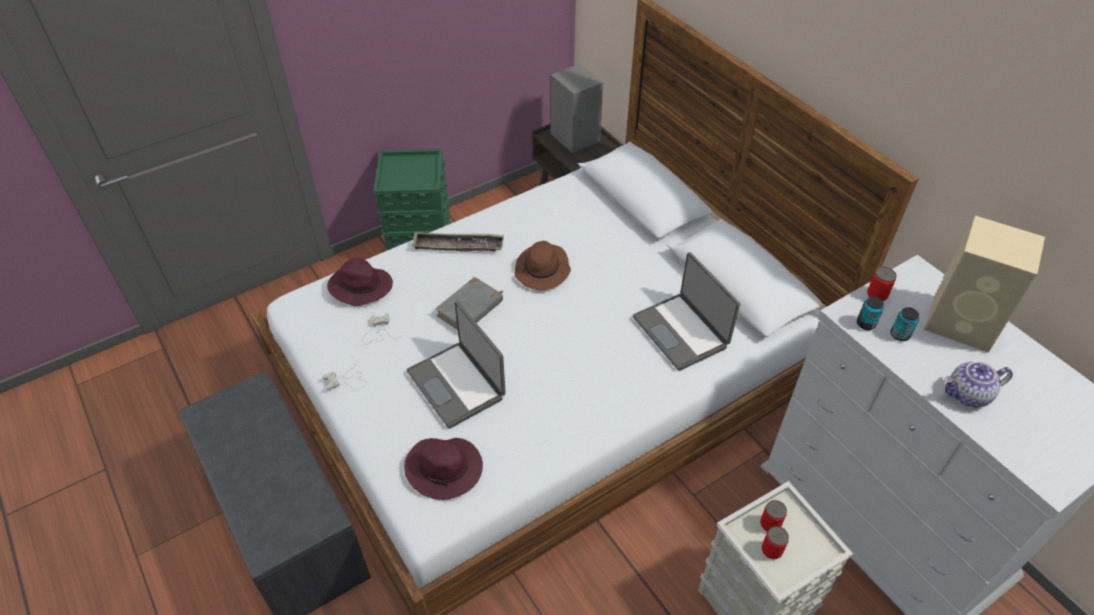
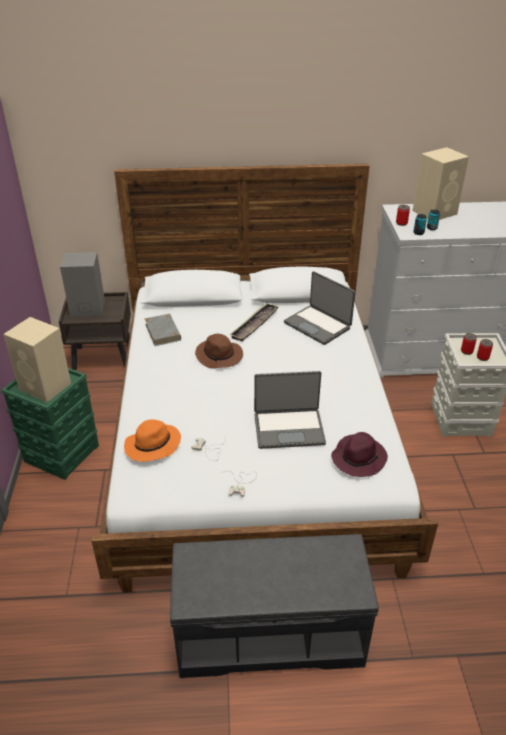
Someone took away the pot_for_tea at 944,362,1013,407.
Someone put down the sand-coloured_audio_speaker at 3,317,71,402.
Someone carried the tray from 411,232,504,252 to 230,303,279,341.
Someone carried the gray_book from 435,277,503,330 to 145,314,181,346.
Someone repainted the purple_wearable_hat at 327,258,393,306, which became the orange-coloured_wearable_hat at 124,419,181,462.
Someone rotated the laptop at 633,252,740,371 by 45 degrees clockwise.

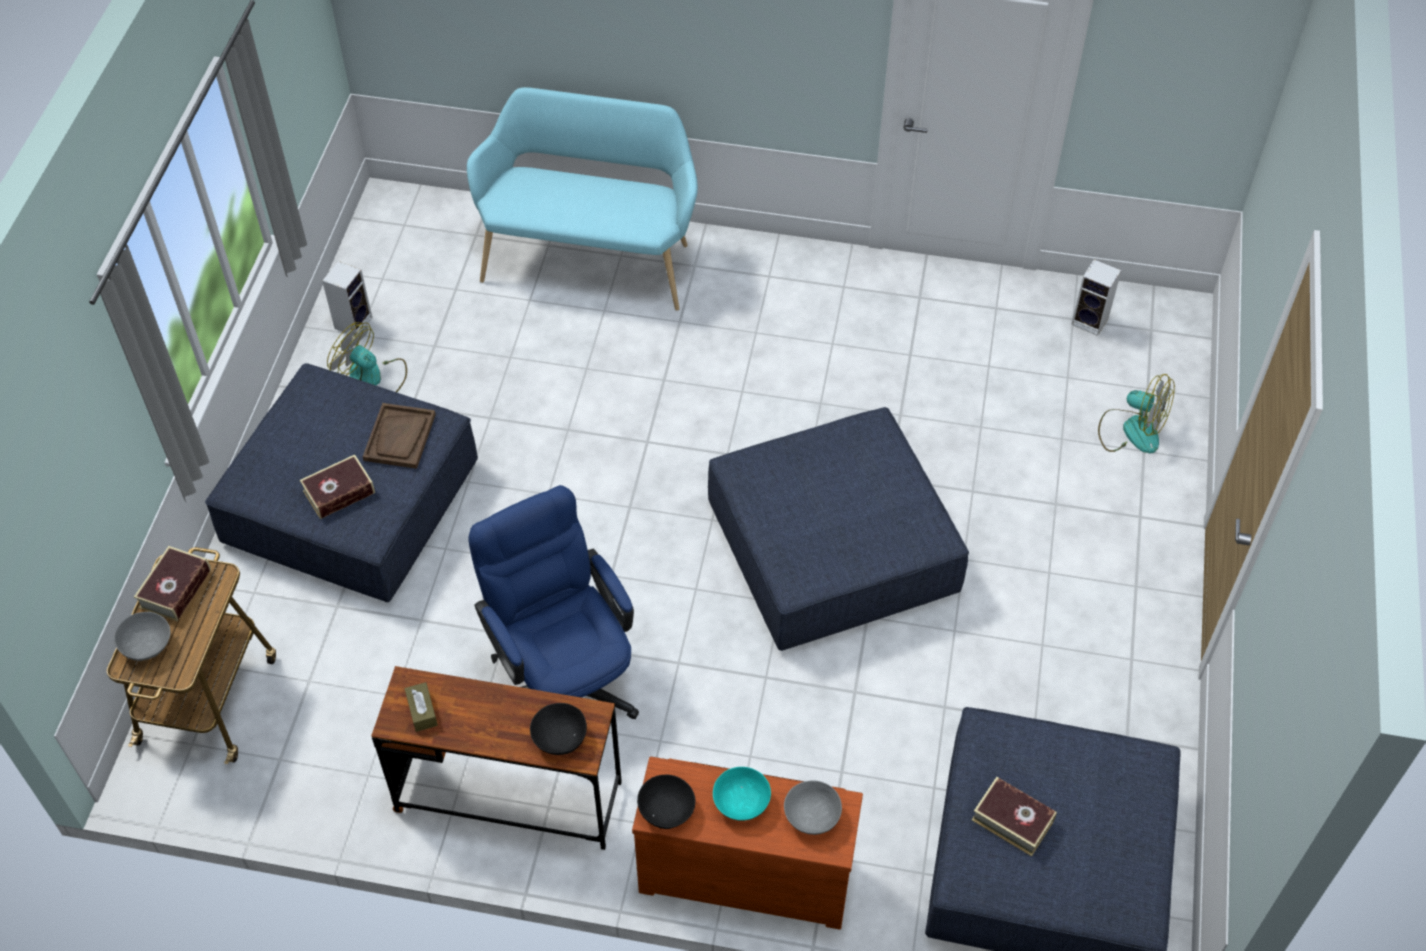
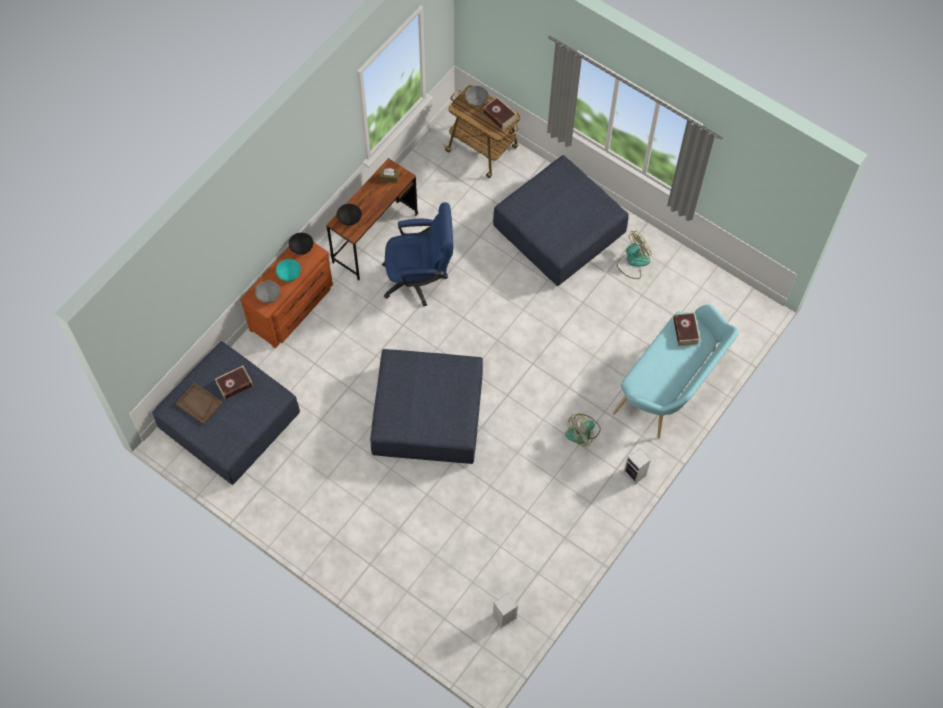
Someone carried the book from 300,455,375,519 to 673,312,700,346.
Someone carried the audio_speaker from 322,261,372,336 to 623,448,651,485.
Someone carried the brown_tray from 363,403,436,469 to 175,382,223,425.
Someone carried the electric_fan from 1098,374,1175,453 to 565,414,601,446.

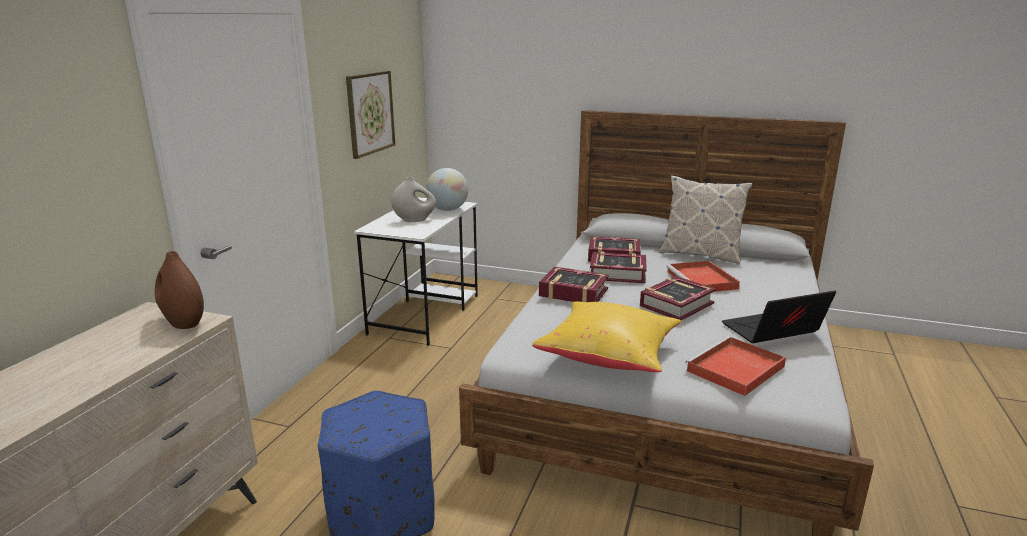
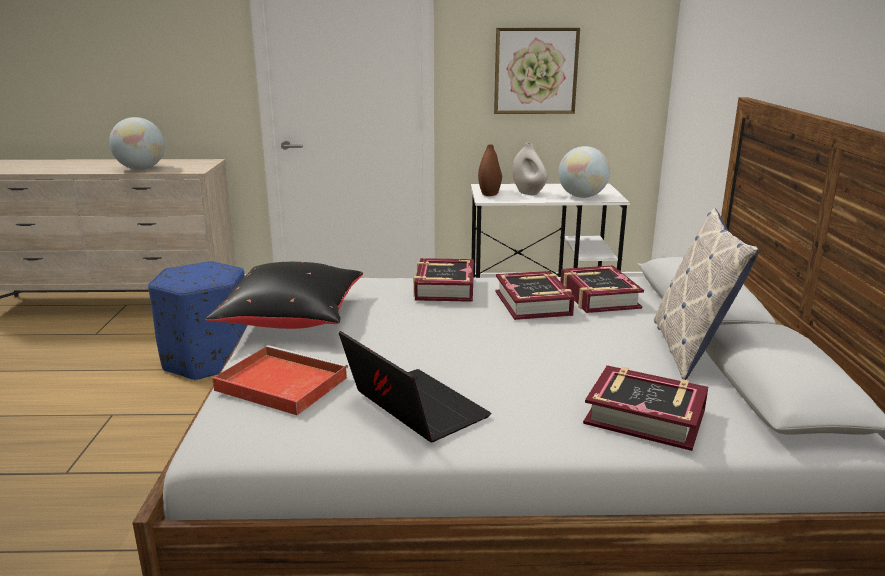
Someone took away the reddish_tray at 666,261,740,292.
Someone put down the desk_globe at 109,117,165,170.
Someone carried the brown_flower_vase from 155,251,204,329 to 478,145,502,196.
Someone carried the book from 640,276,716,320 to 583,365,708,451.
Someone repainted the yellow-coloured_pillow at 532,302,682,372, which became the black-coloured_pillow at 206,262,363,329.

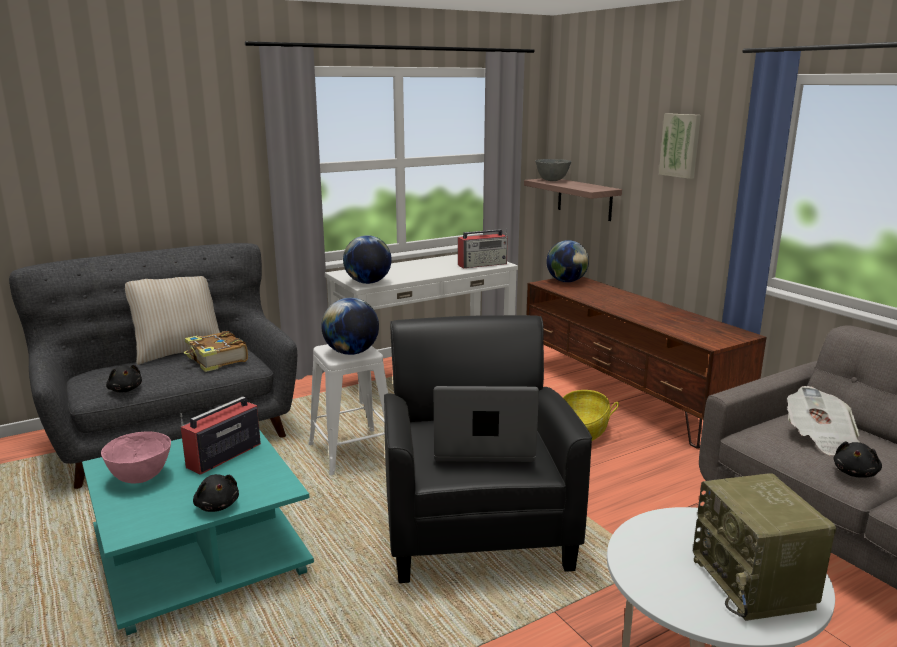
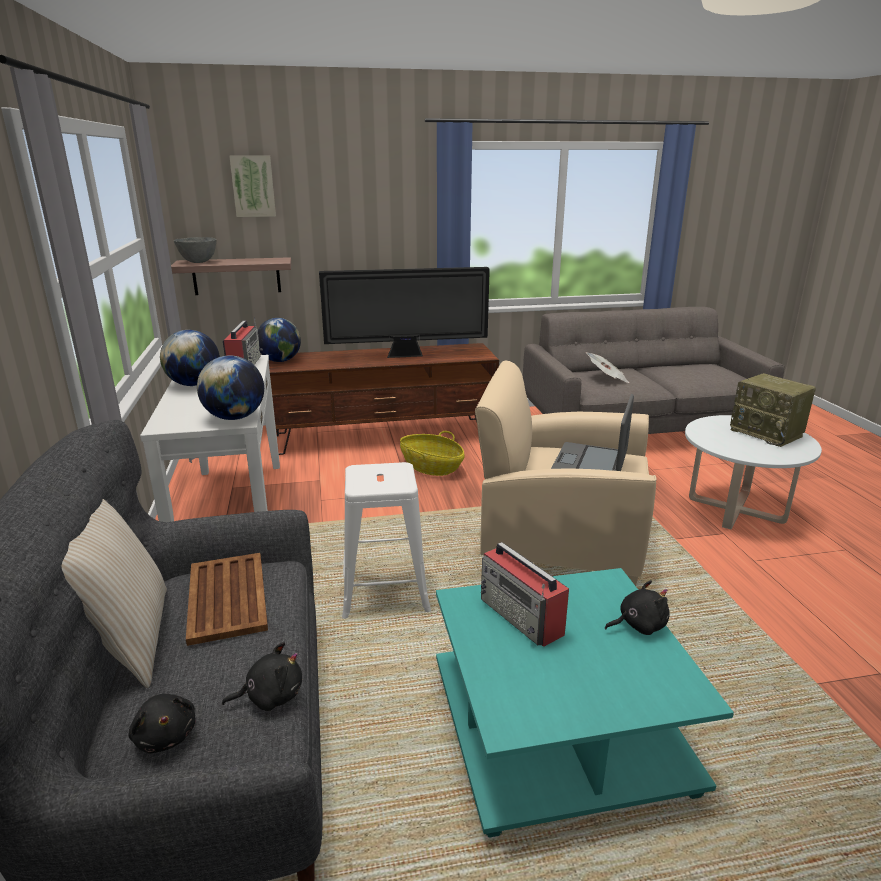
Someone took away the pinkish_serving_bowl at 101,431,171,484.
Someone put down the TV_set at 319,267,490,358.
Someone carried the desk_globe from 321,298,379,355 to 160,330,220,386.
Someone carried the wall_picture from 659,113,701,179 to 229,155,276,217.
Someone carried the black-coloured_cuddly_toy from 834,441,882,478 to 129,694,195,753.
Someone swapped the book at 184,331,248,372 for the brown_tray at 186,553,268,646.
Someone repainted the black-coloured_armchair at 384,315,592,583, which became the sand-coloured_armchair at 475,361,657,586.
Someone rotated the radio_set at 693,474,836,621 by 45 degrees clockwise.

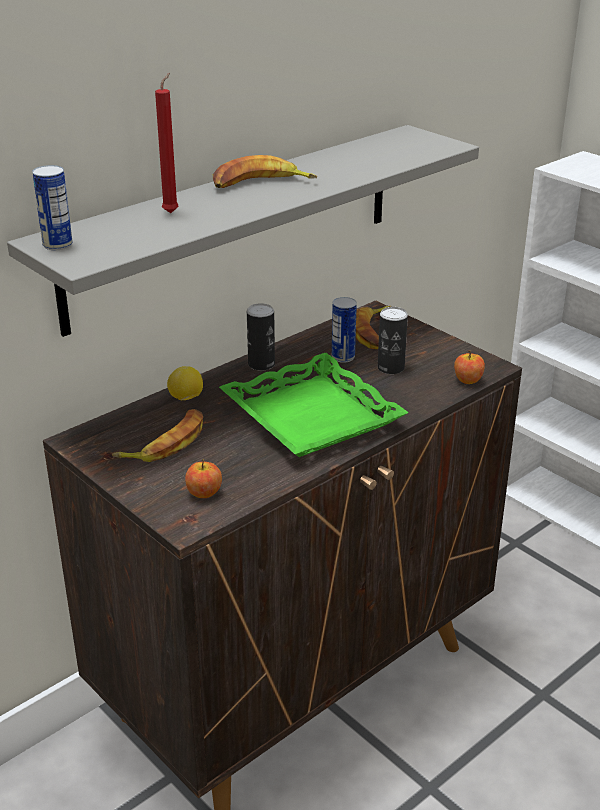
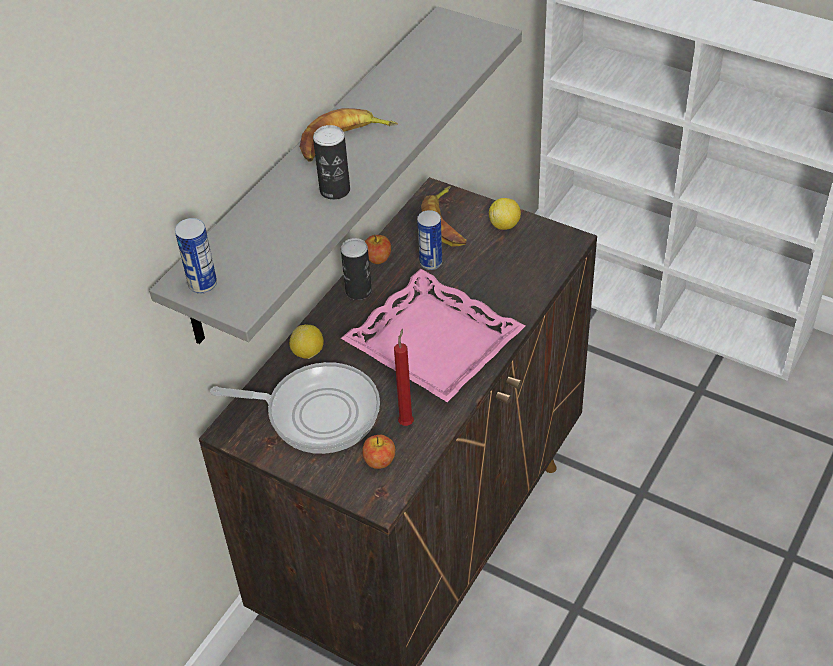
Someone put down the whole_lemon at 489,198,521,230.
Someone carried the reddish_wax_light from 155,73,179,213 to 394,328,414,426.
Someone carried the metal_can from 378,307,408,374 to 313,125,350,200.
Someone carried the apple from 454,350,485,384 to 364,234,391,264.
Someone swapped the banana at 112,409,203,462 for the skillet at 210,362,380,454.
Someone repainted the greenish_tray at 219,353,409,457, which became the pinkish_tray at 341,269,525,402.

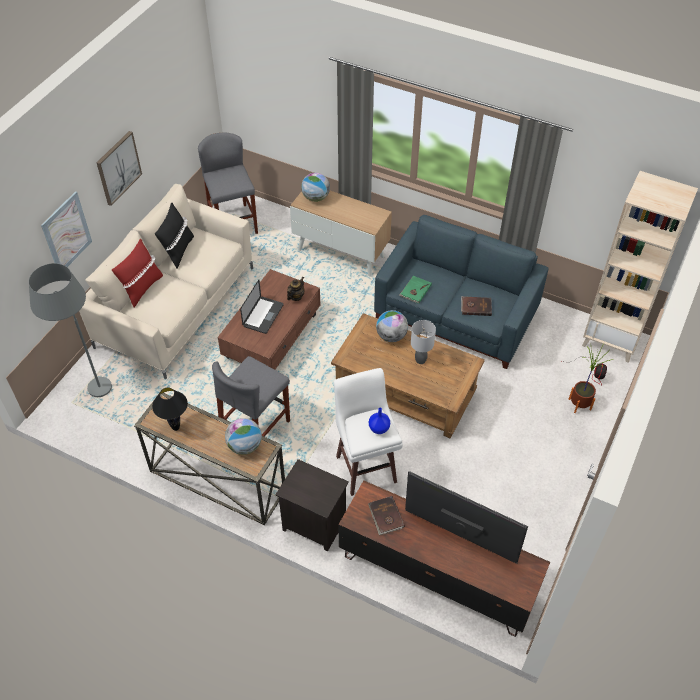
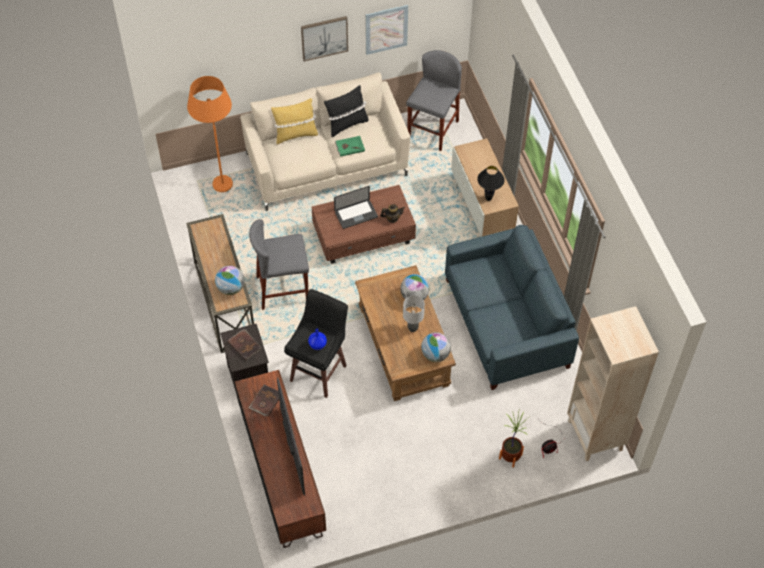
Someone carried the wall_picture from 41,191,92,267 to 365,5,408,55.
Someone carried the black-coloured_table_lamp from 152,388,188,431 to 477,166,505,201.
Someone carried the desk_globe from 301,173,330,202 to 421,332,451,362.
Someone carried the greenish_book from 399,276,432,304 to 335,136,365,157.
Someone carried the brown_book from 461,296,492,316 to 228,329,261,361.
Someone repainted the gray_standard_lamp at 29,263,112,397, which became the orange-coloured_standard_lamp at 187,76,233,192.
Someone repainted the reddish_pillow at 112,239,163,307, which became the yellow-coloured_pillow at 271,98,318,144.
Someone repainted the white_stool at 334,368,403,496, which became the black-coloured_stool at 284,289,348,398.

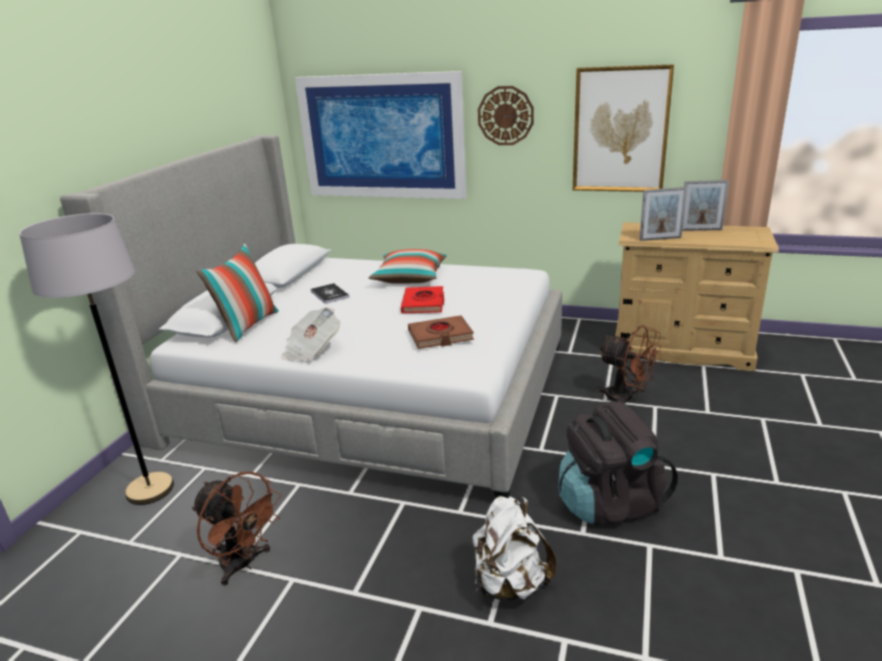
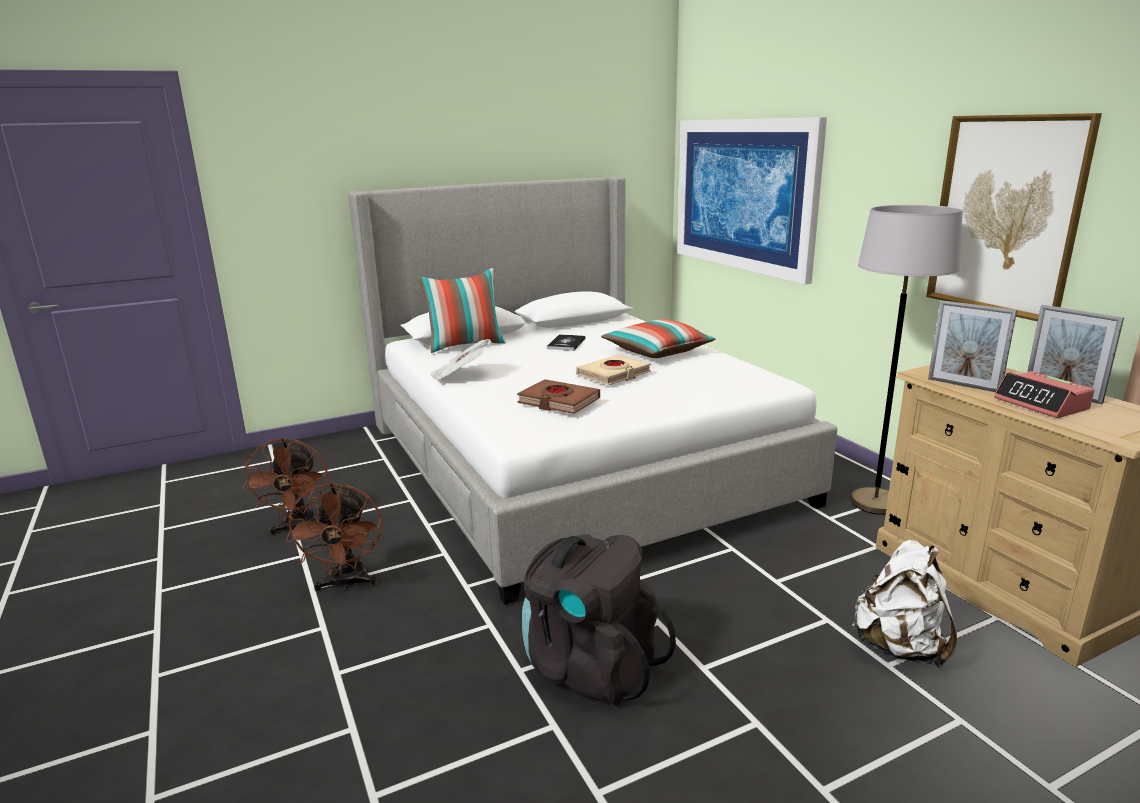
Someone took away the hanging_clock at 478,86,534,145.
Someone put down the alarm_clock at 994,371,1094,418.
Someone carried the gray_standard_lamp from 19,213,174,505 to 850,205,963,515.
Someone carried the white_rucksack from 472,496,557,601 to 852,540,957,668.
Someone carried the brown_electric_fan from 596,325,662,404 to 286,483,382,591.
Someone repainted the reddish_book at 401,286,444,314, which became the sand-coloured_book at 576,355,651,385.

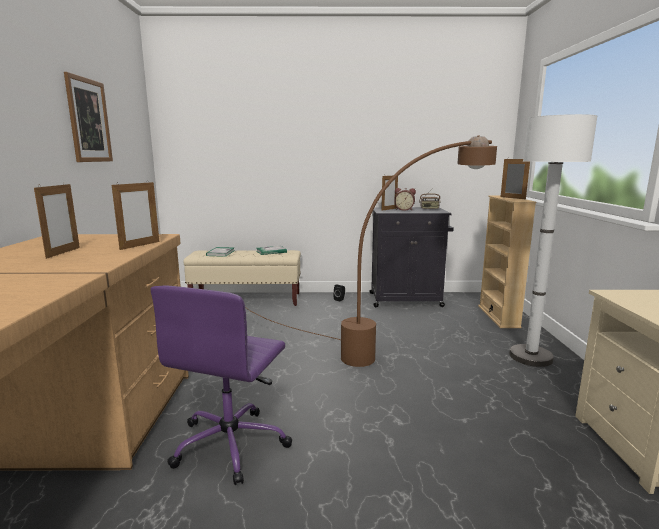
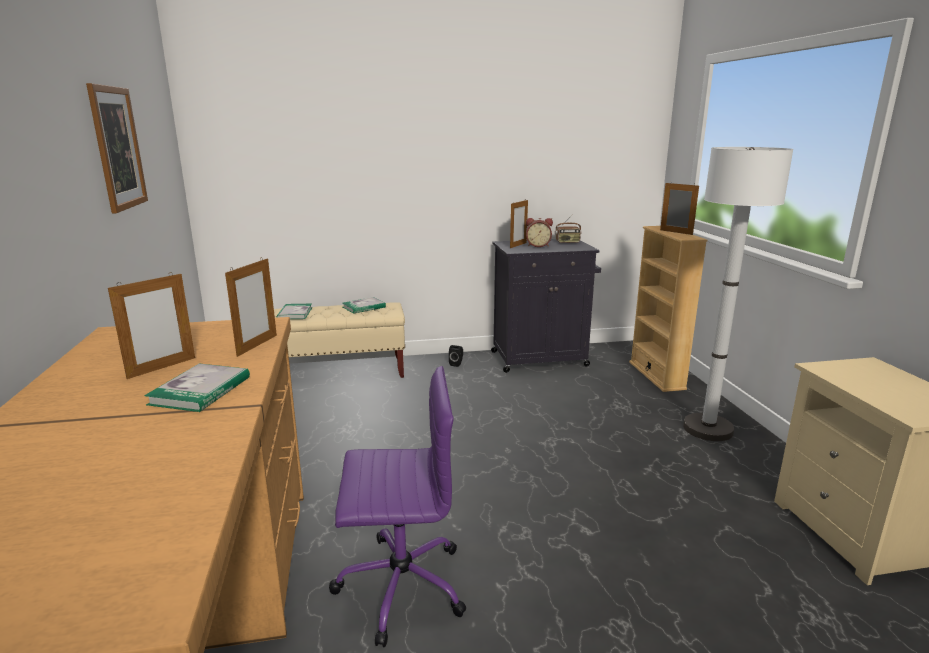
Someone took away the brown_standard_lamp at 245,136,497,367.
Someone put down the book at 144,364,250,412.
Someone rotated the picture_frame at 34,182,80,259 by 45 degrees clockwise.
Someone rotated the purple_desk_chair at 151,285,292,485 by 105 degrees counterclockwise.

